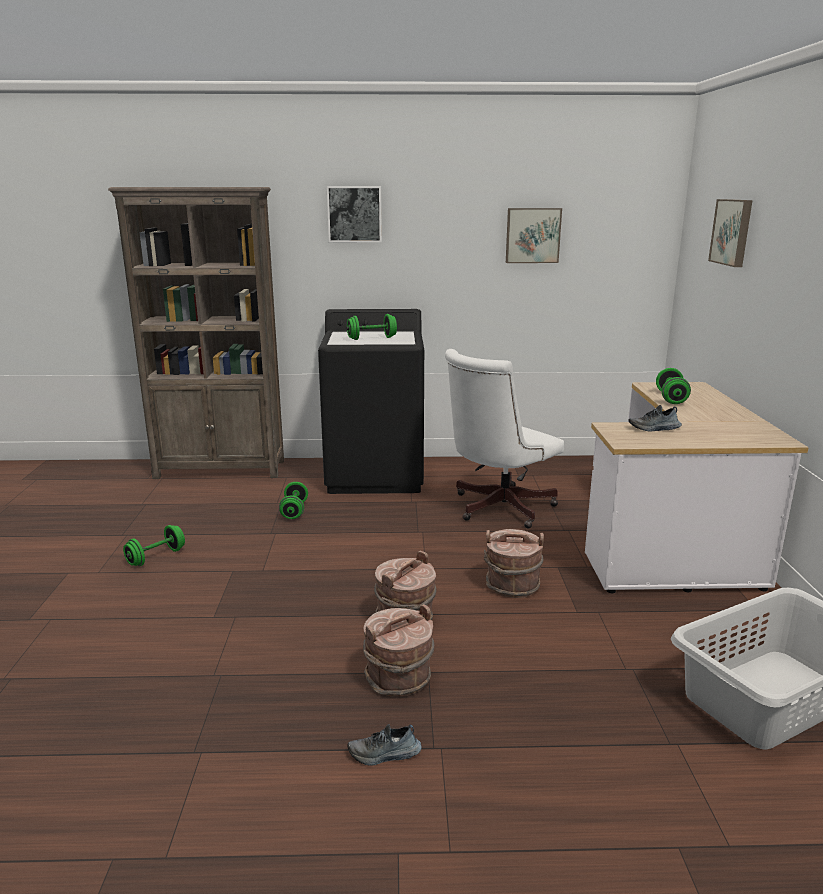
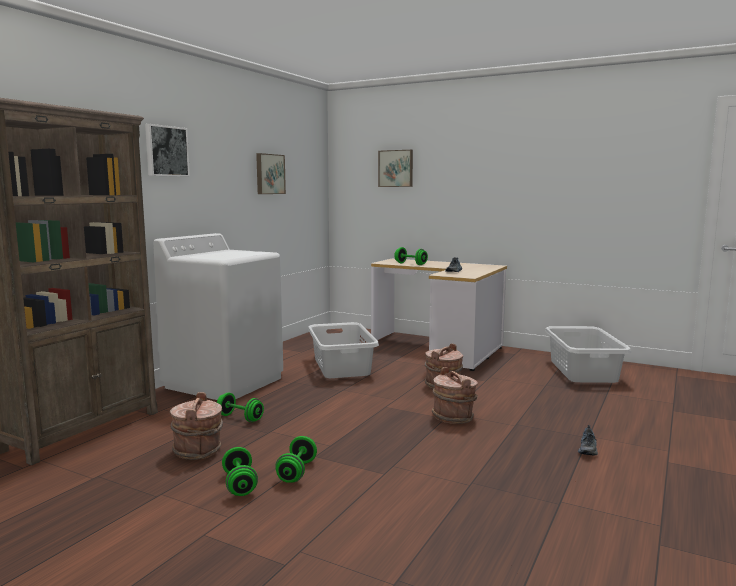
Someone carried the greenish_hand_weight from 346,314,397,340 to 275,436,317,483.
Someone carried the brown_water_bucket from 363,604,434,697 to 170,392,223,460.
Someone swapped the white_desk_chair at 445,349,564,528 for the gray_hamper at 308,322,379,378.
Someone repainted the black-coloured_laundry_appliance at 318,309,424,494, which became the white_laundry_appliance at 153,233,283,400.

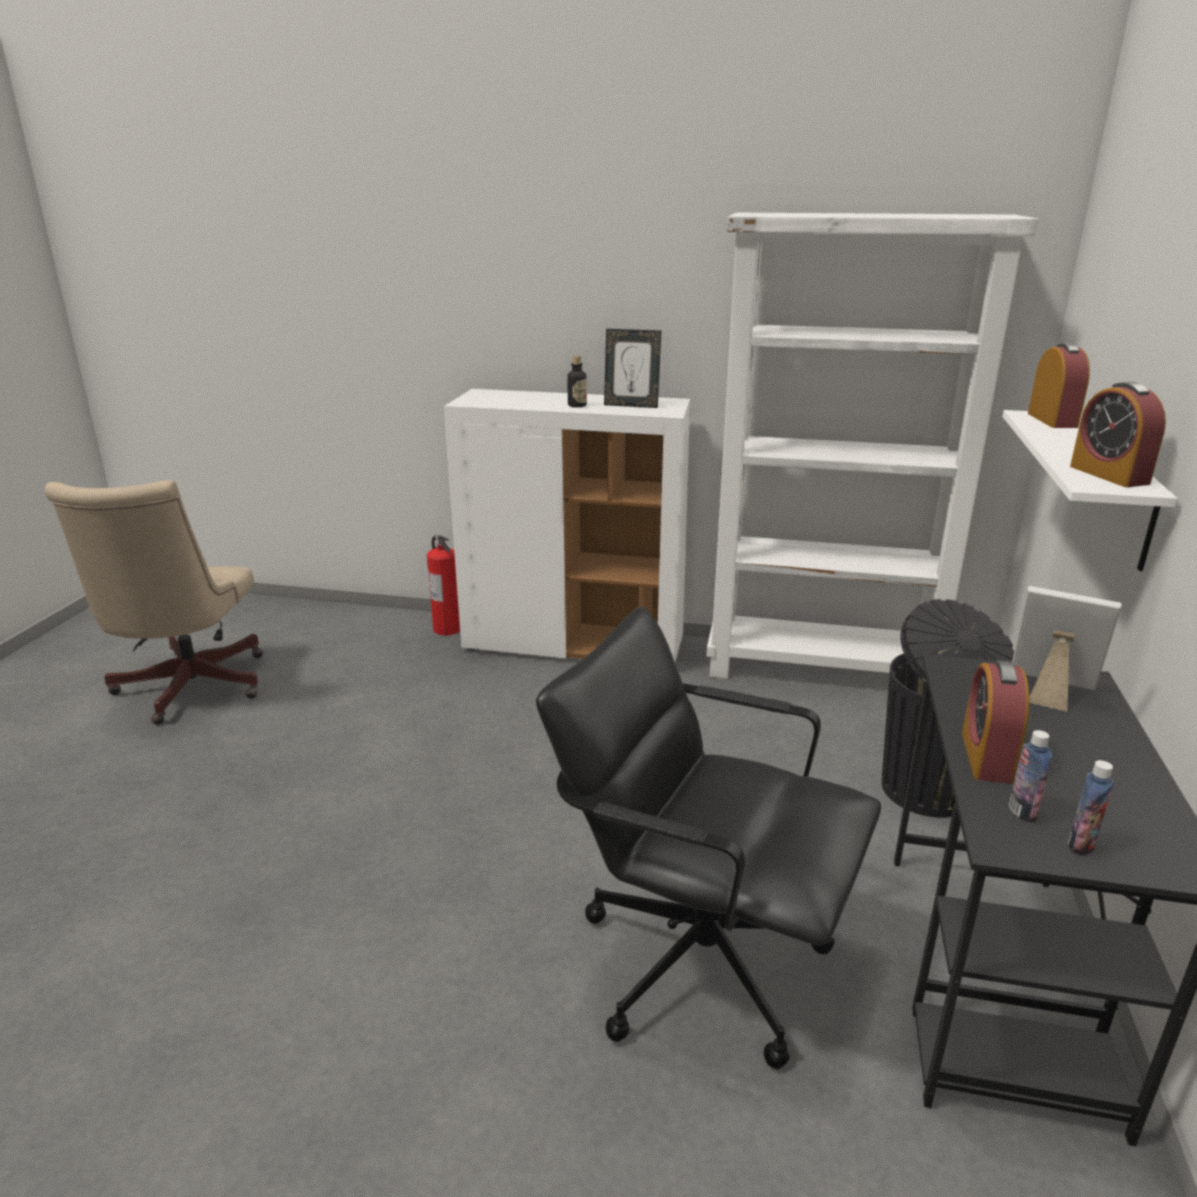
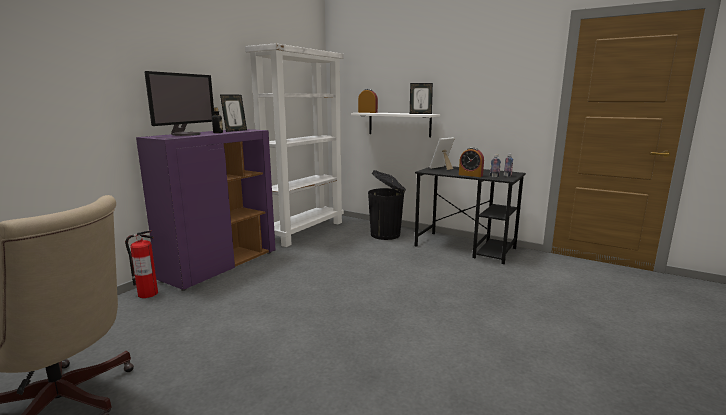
Someone took away the black-coloured_desk_chair at 536,606,881,1070.
Someone put down the monitor at 145,71,214,136.
Someone swapped the alarm_clock at 1070,382,1166,487 for the picture_frame at 410,83,433,114.
Someone repainted the white_storage_cabinet at 444,389,690,662, which became the purple_storage_cabinet at 136,129,275,291.

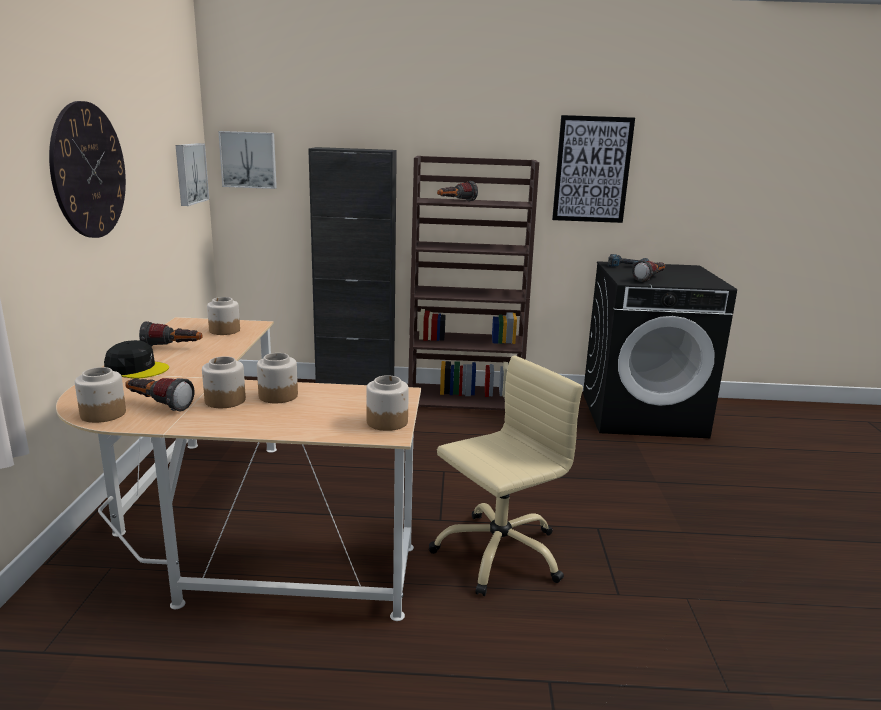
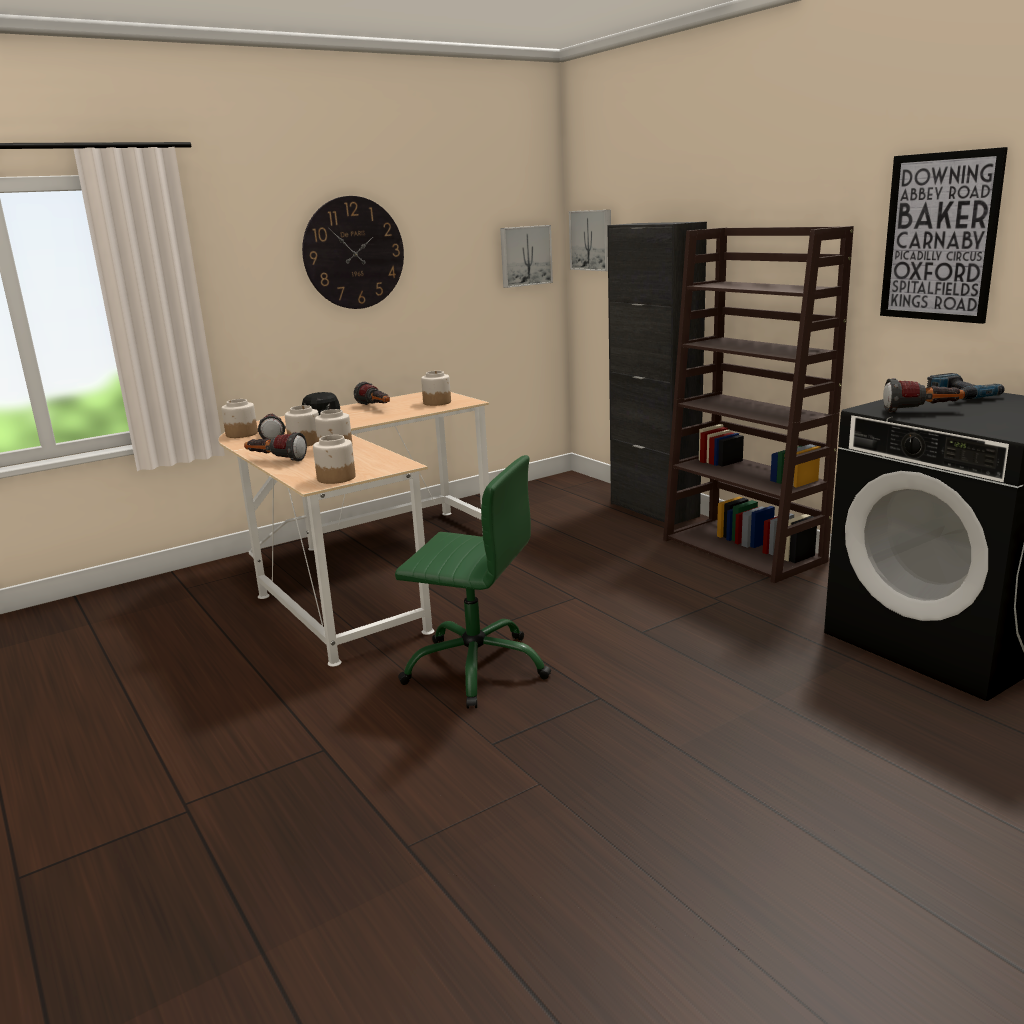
Someone carried the torch from 437,181,478,202 to 244,432,307,462.
Someone repainted the sand-coloured_desk_chair at 429,355,583,596, which became the greenish_desk_chair at 395,455,551,709.

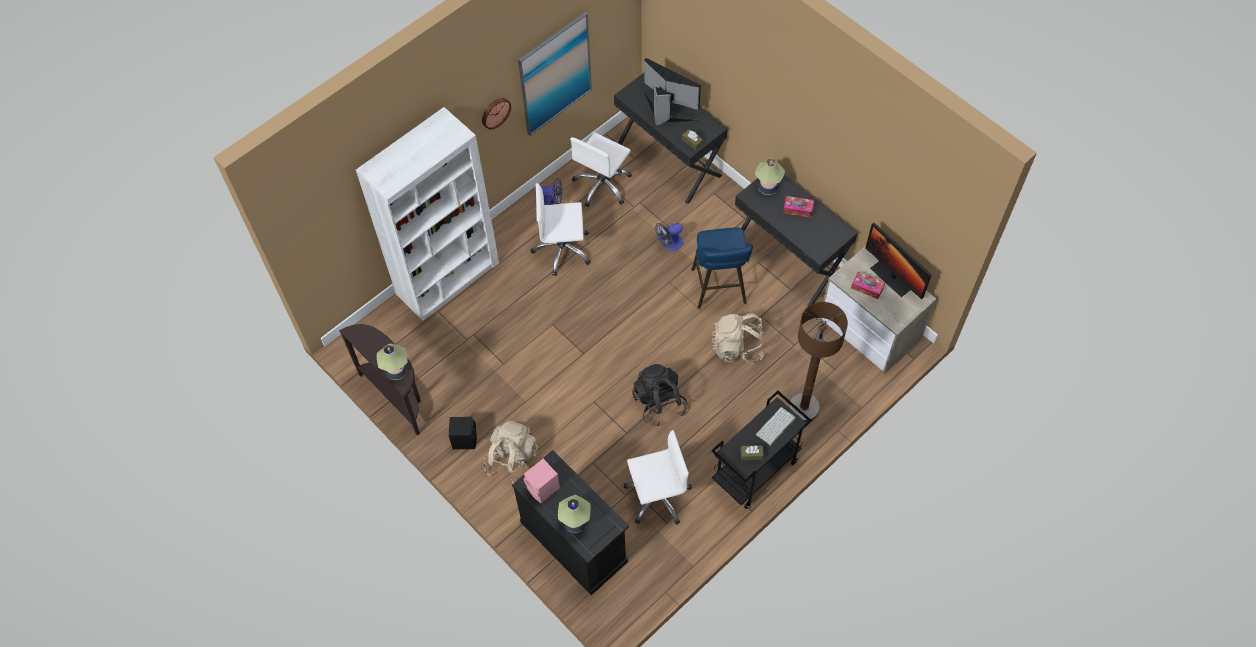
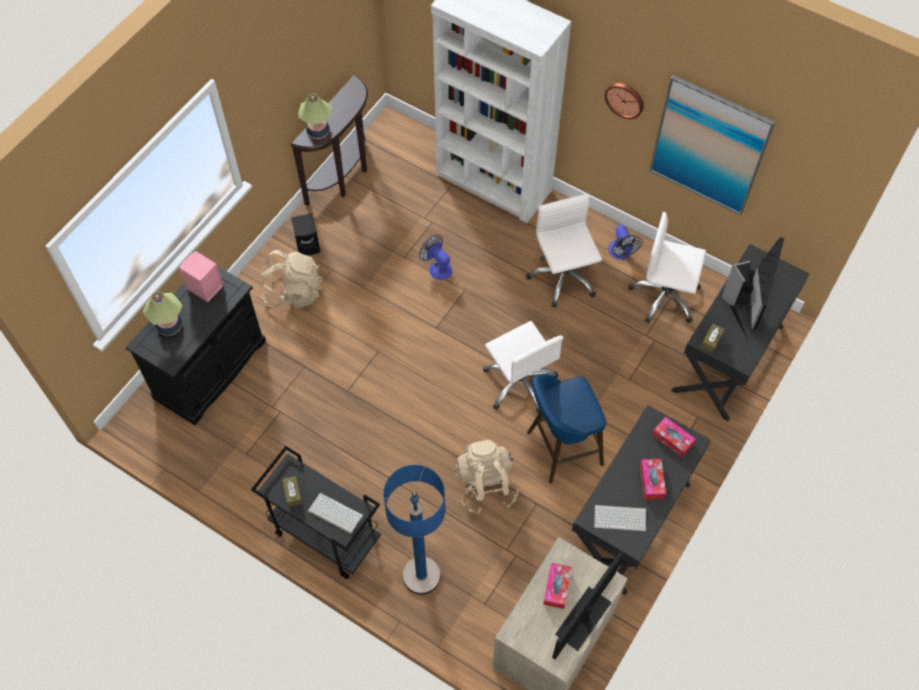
Someone took away the black-coloured_rucksack at 632,364,687,426.
Someone put down the computer_keyboard at 594,505,646,531.
Someone carried the white_desk_chair from 624,430,692,525 to 483,321,563,413.
Someone carried the electric_fan from 655,223,683,251 to 419,235,453,280.
Someone swapped the table_lamp at 755,158,785,195 for the tissue_box at 652,417,696,457.
Someone repainted the brown_standard_lamp at 789,302,848,422, which became the bluish_standard_lamp at 383,465,446,595.

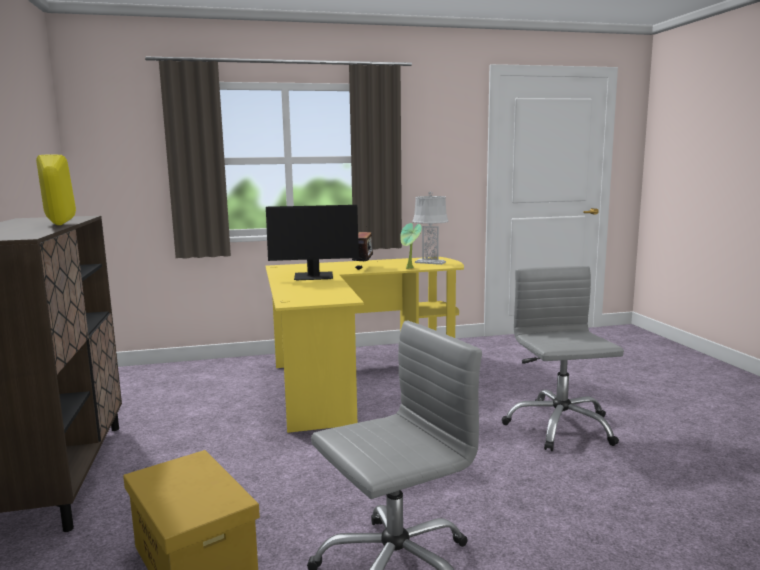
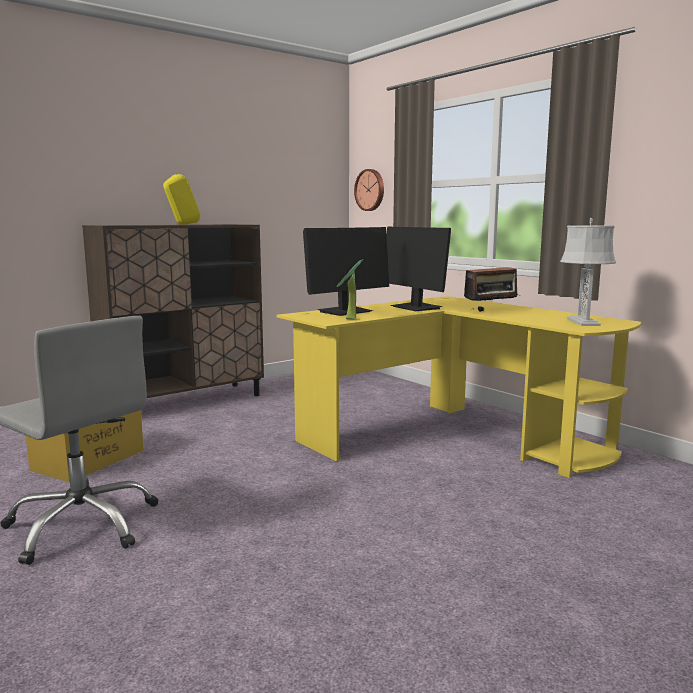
Someone took away the gray_desk_chair at 502,266,624,451.
Someone put down the monitor at 303,227,389,316.
Someone put up the hanging_clock at 354,169,384,211.
Someone carried the houseplant from 401,223,422,269 to 336,259,363,319.

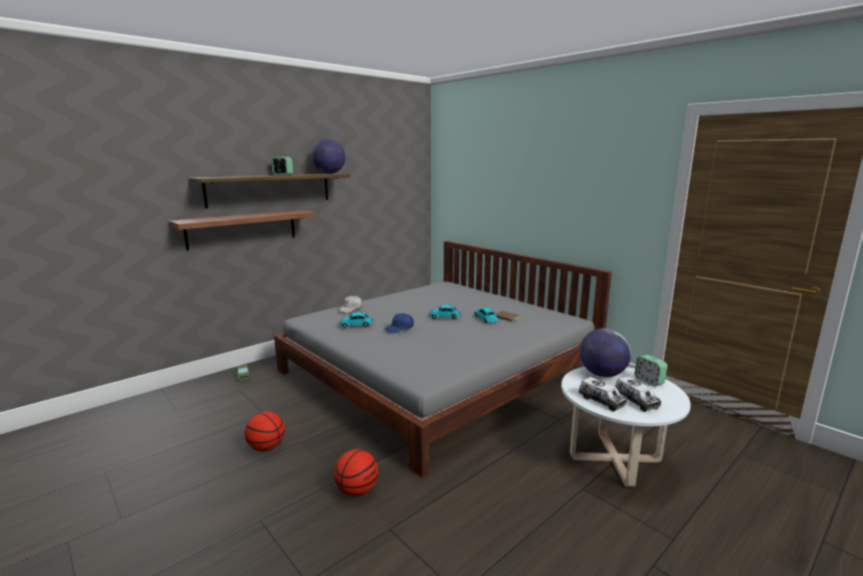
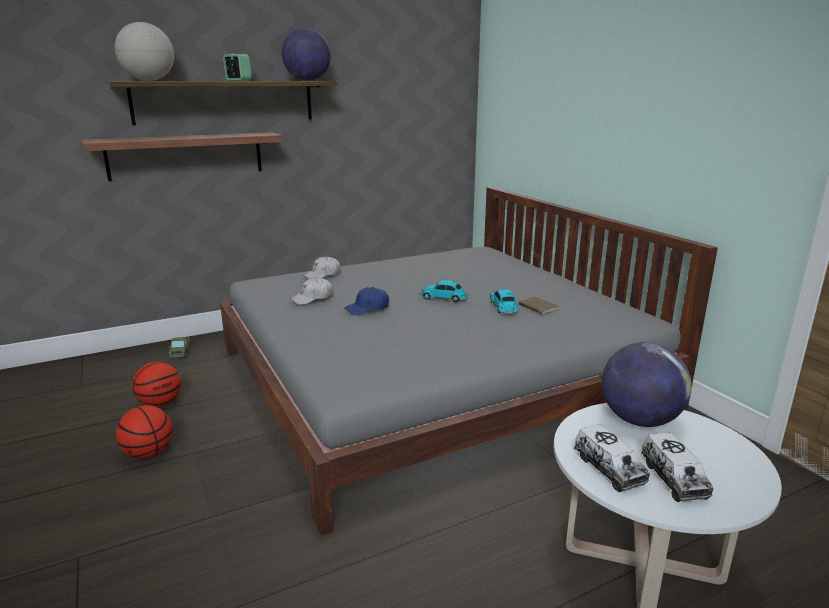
Someone took away the alarm_clock at 635,355,667,386.
Someone put down the desk_globe at 115,22,174,81.
Someone carried the ball_for_basketball from 334,449,378,496 to 132,362,181,407.
Someone swapped the model_car at 338,312,374,328 for the white_peaked_cap at 290,277,333,305.

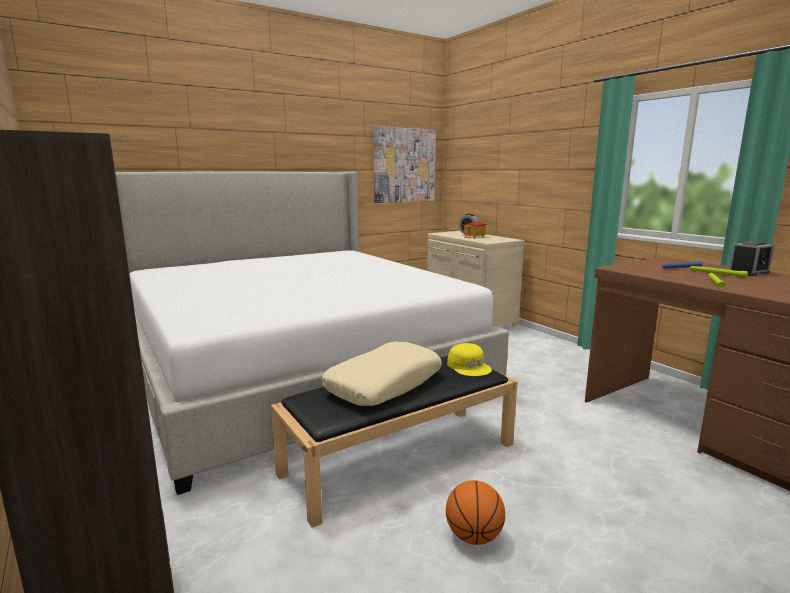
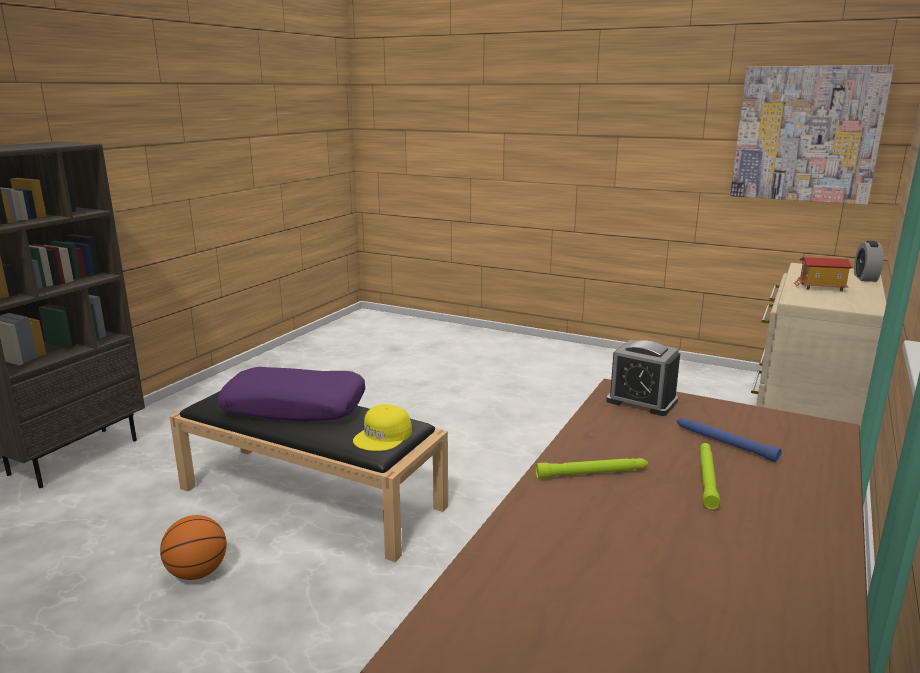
Someone took away the sleeping_bed at 115,172,509,495.
Someone carried the alarm_clock from 729,241,774,276 to 606,339,680,416.
Someone repainted the sand-coloured_pillow at 321,341,442,406, which became the purple_pillow at 218,367,365,422.

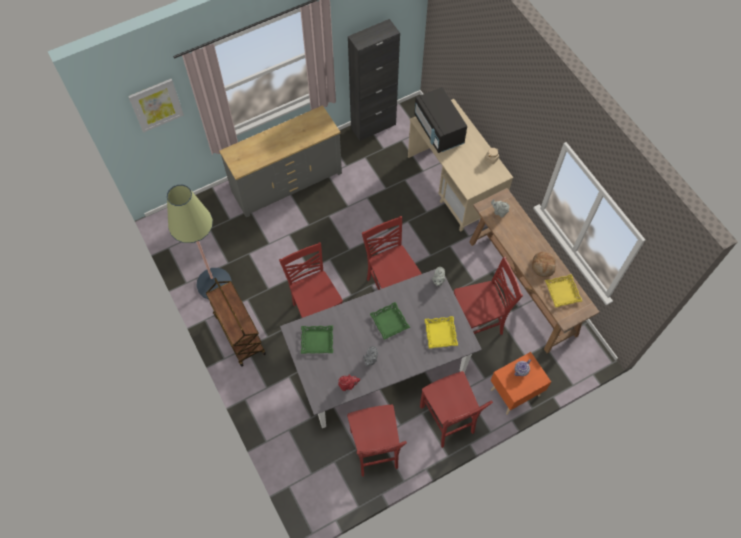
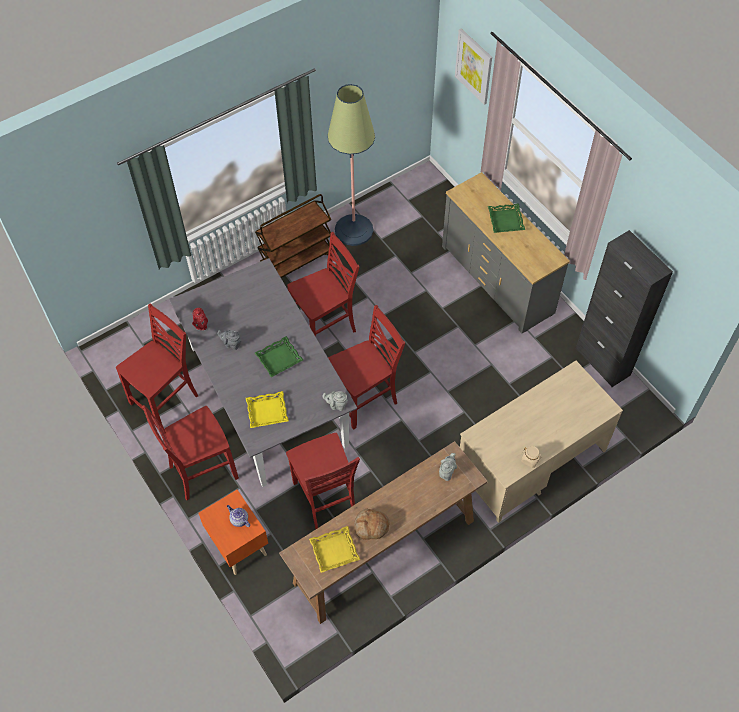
Someone took away the black-coloured_kitchen_microwave at 414,87,467,153.
Someone carried the greenish_tray from 301,326,333,354 to 488,203,525,233.
Someone rotated the reddish_upright_chair at 347,405,407,476 by 150 degrees clockwise.

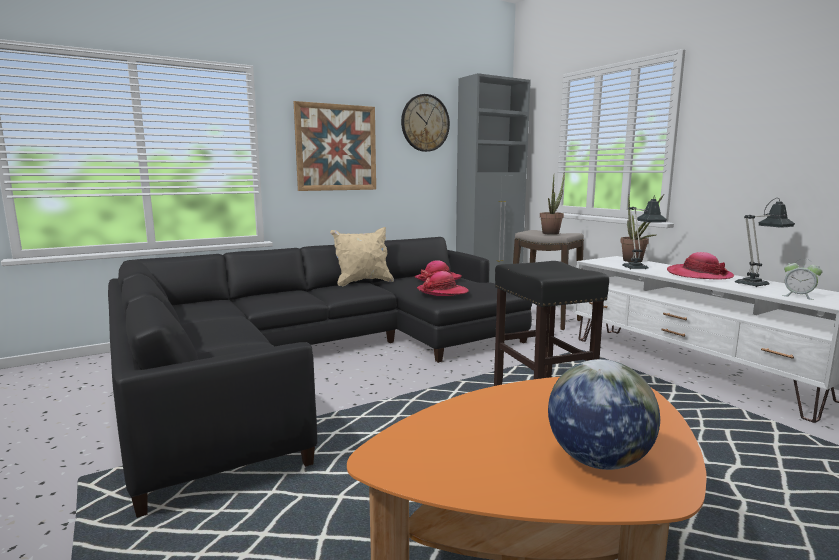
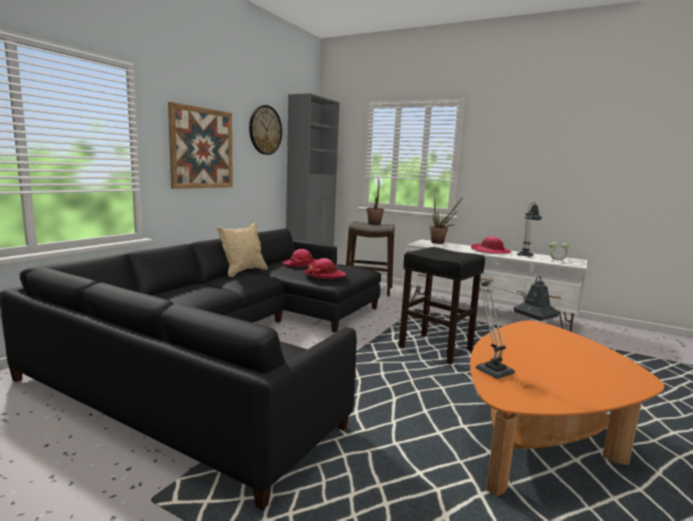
Someone took away the desk_globe at 548,359,660,470.
Someone carried the table_lamp from 622,195,667,269 to 476,276,560,379.

